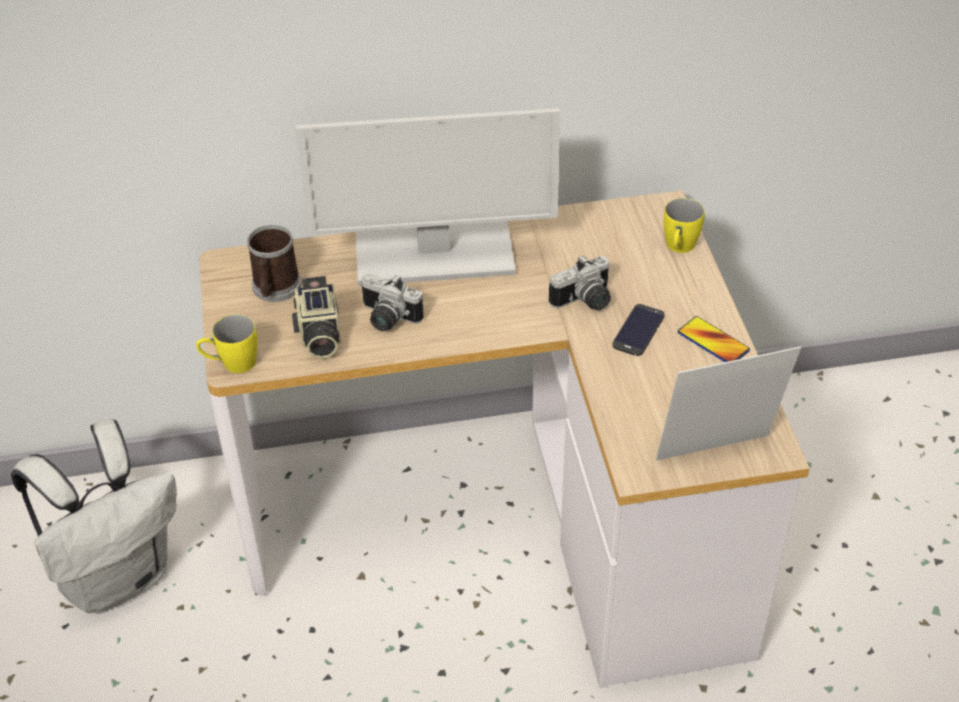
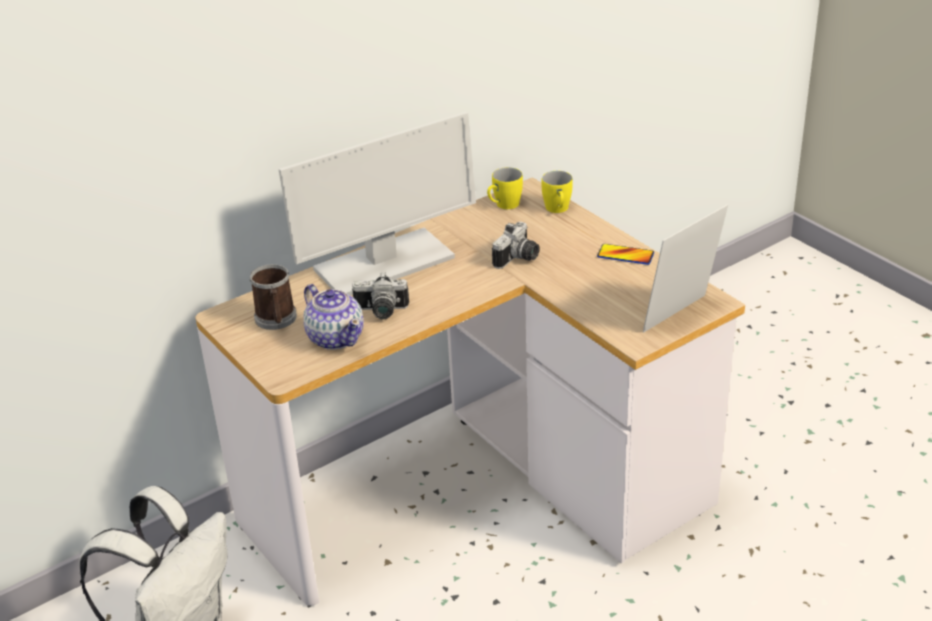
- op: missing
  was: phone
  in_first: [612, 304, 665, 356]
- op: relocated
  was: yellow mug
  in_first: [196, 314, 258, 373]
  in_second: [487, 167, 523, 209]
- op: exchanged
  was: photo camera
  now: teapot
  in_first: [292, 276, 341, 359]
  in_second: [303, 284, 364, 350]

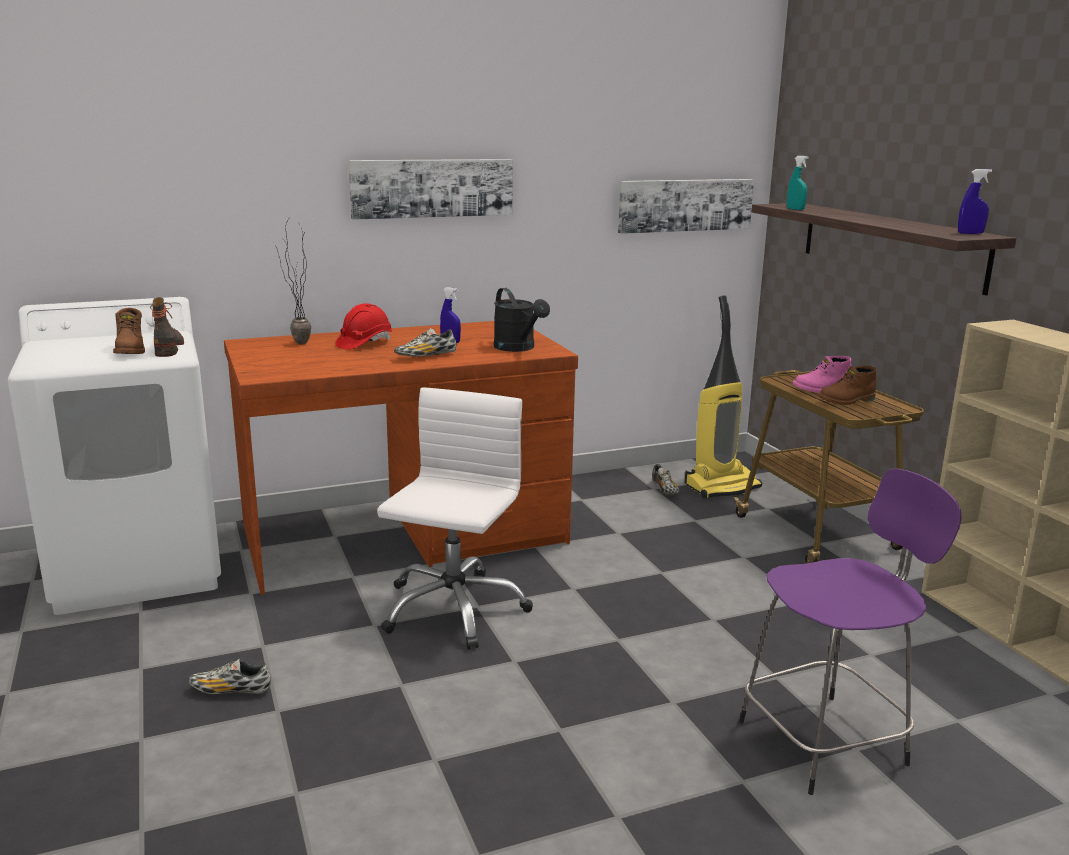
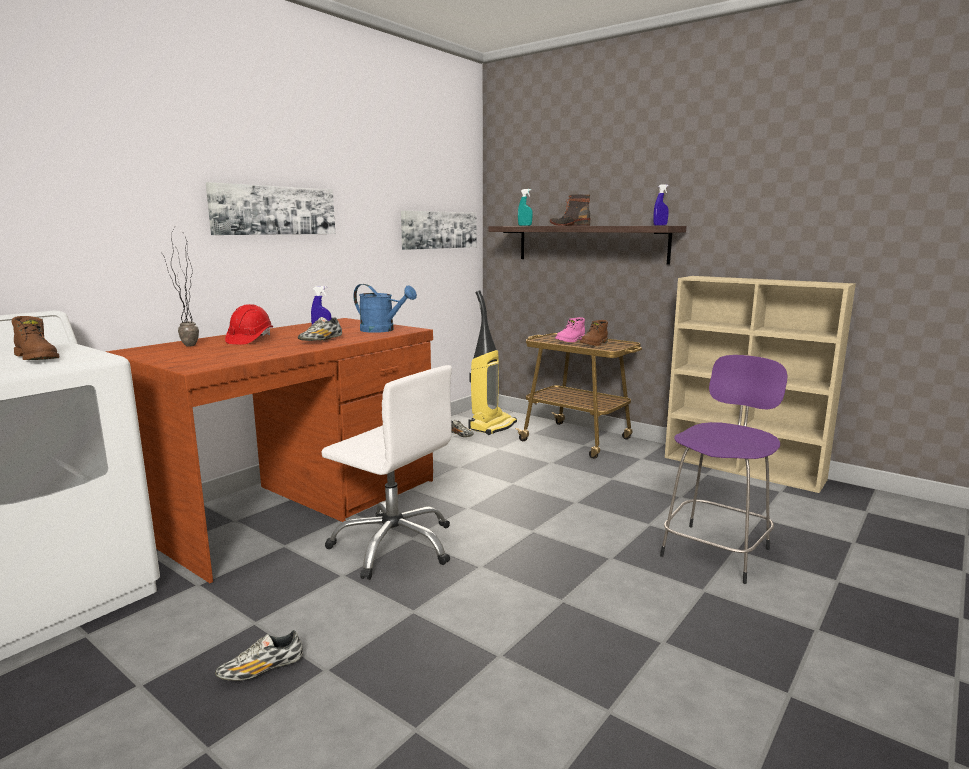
- op: relocated
  was: boot
  in_first: [150, 297, 184, 357]
  in_second: [550, 195, 590, 226]
- op: colour
  was: black watering can
  now: blue watering can
  in_first: [494, 288, 550, 352]
  in_second: [353, 284, 417, 333]
- op: spun
  was: white office chair
  in_first: [377, 387, 533, 649]
  in_second: [322, 365, 452, 580]
  clockwise: 135

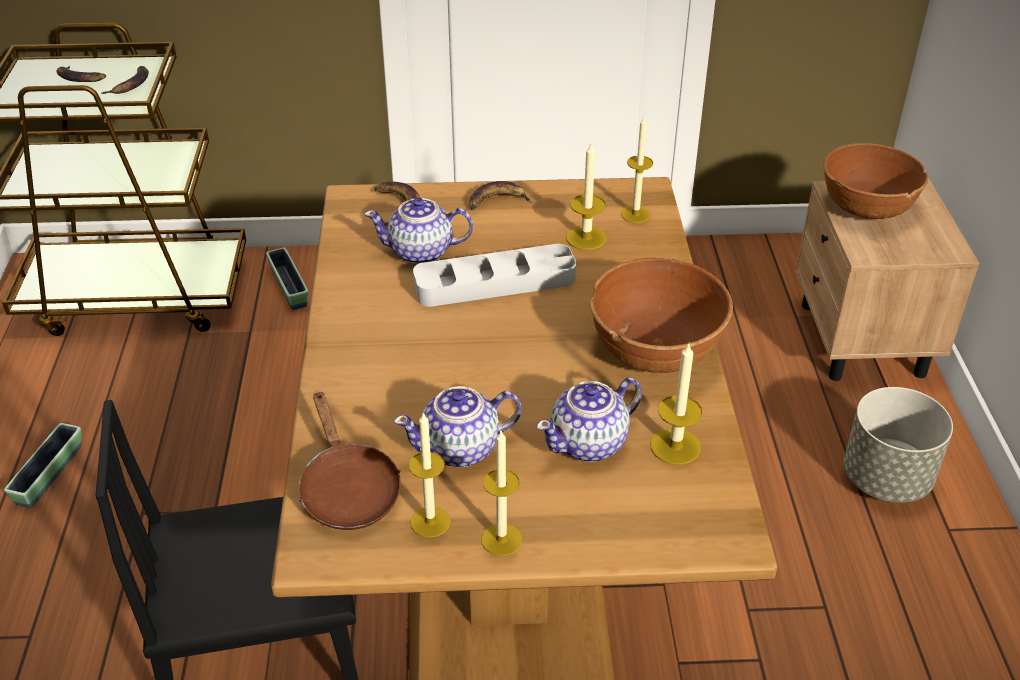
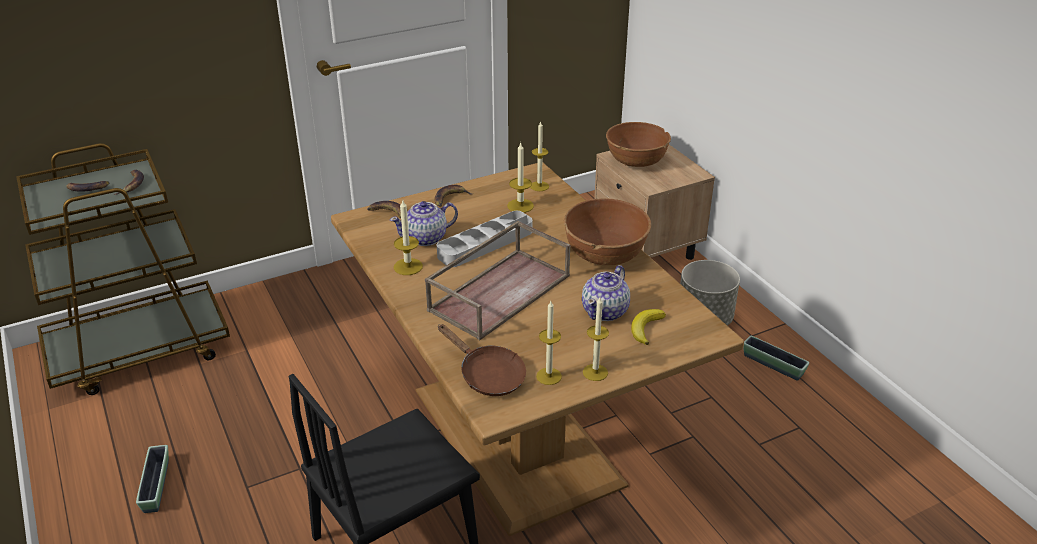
- op: missing
  was: teapot
  in_first: [394, 386, 522, 467]
- op: appeared
  now: brown tray
  in_second: [425, 221, 570, 340]
- op: appeared
  now: banana
  in_second: [631, 309, 666, 345]
- op: relocated
  was: planter
  in_first: [266, 248, 308, 310]
  in_second: [743, 336, 809, 380]
- op: relocated
  was: candle
  in_first: [650, 342, 702, 465]
  in_second: [394, 200, 423, 275]

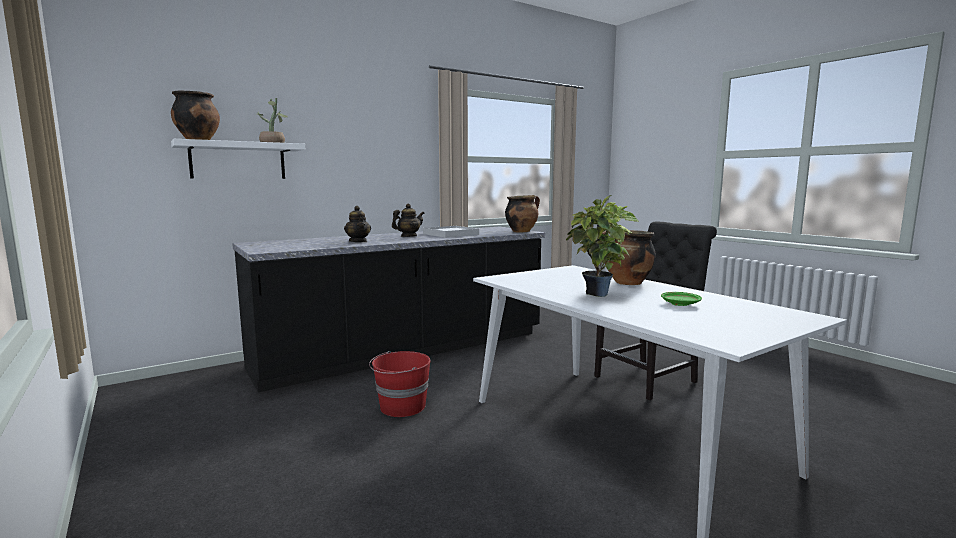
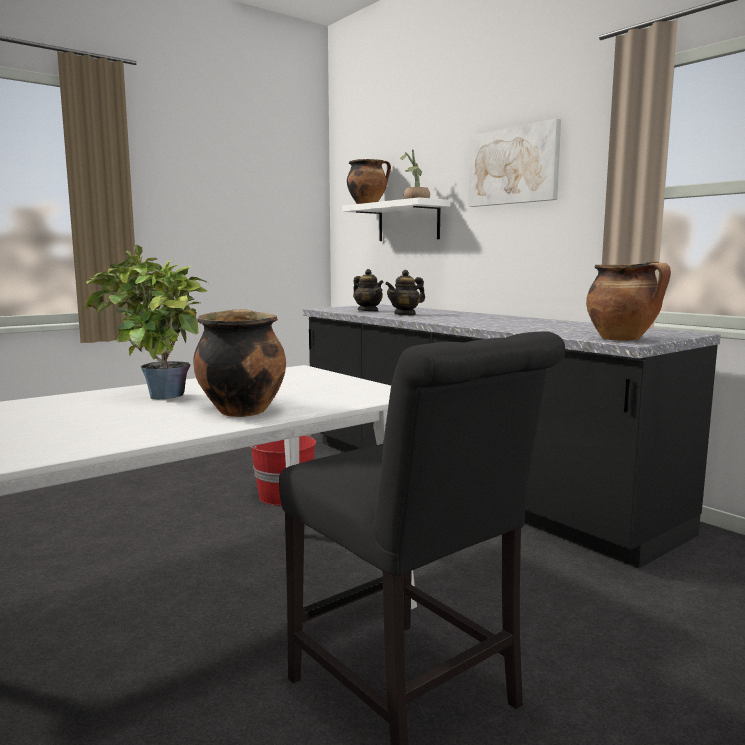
- op: missing
  was: white tray
  in_first: [423, 226, 479, 238]
- op: missing
  was: green plate
  in_first: [661, 292, 702, 306]
- op: appeared
  now: picture
  in_second: [468, 118, 561, 207]
- op: relocated
  was: teapot
  in_first: [392, 204, 424, 237]
  in_second: [353, 269, 383, 311]

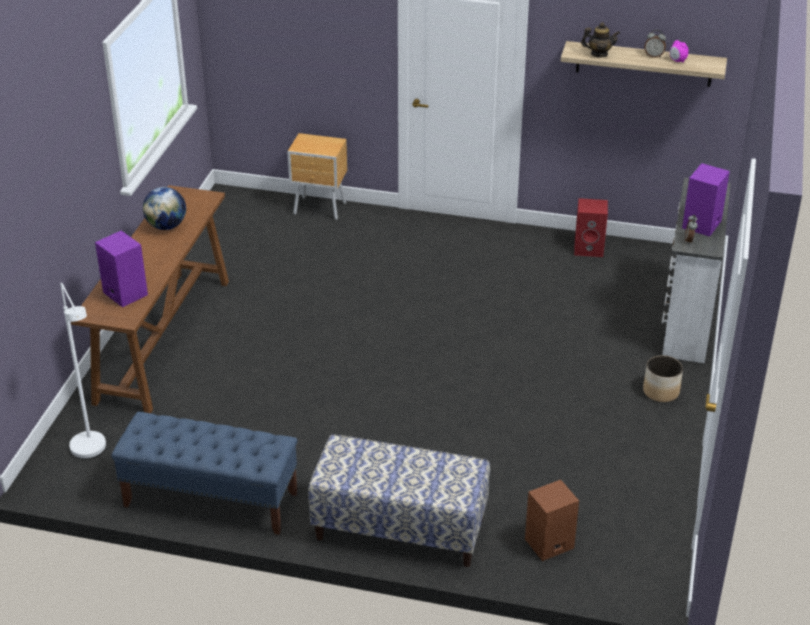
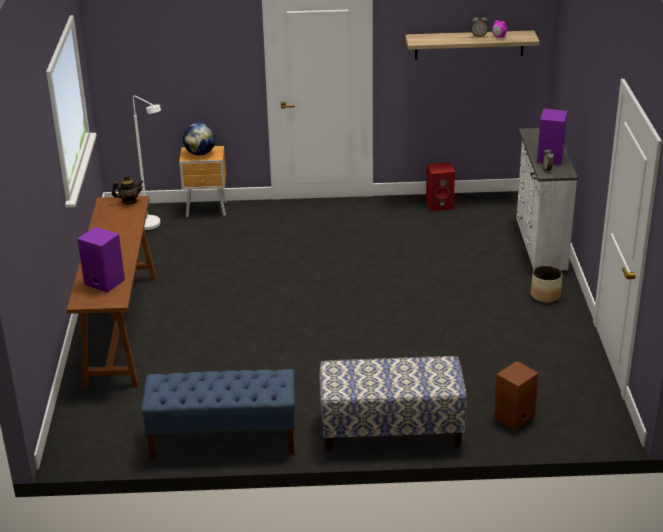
- op: relocated
  was: white floor lamp
  in_first: [60, 283, 106, 459]
  in_second: [133, 96, 161, 231]
- op: relocated
  was: globe
  in_first: [143, 187, 186, 230]
  in_second: [183, 123, 216, 155]
- op: relocated
  was: teapot
  in_first: [581, 22, 620, 57]
  in_second: [112, 175, 143, 205]

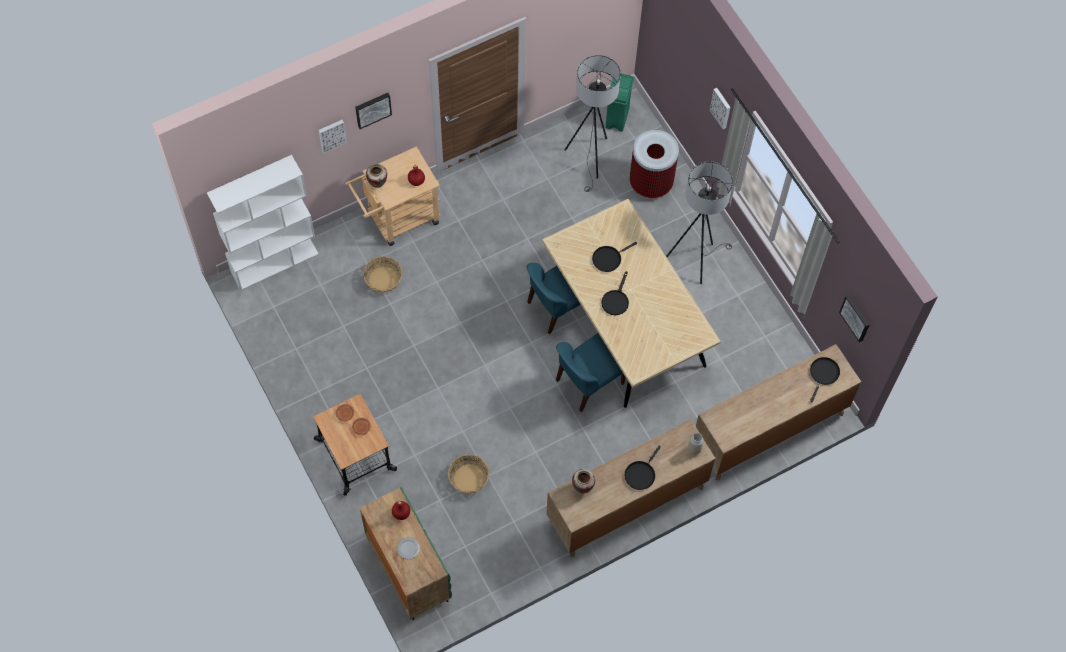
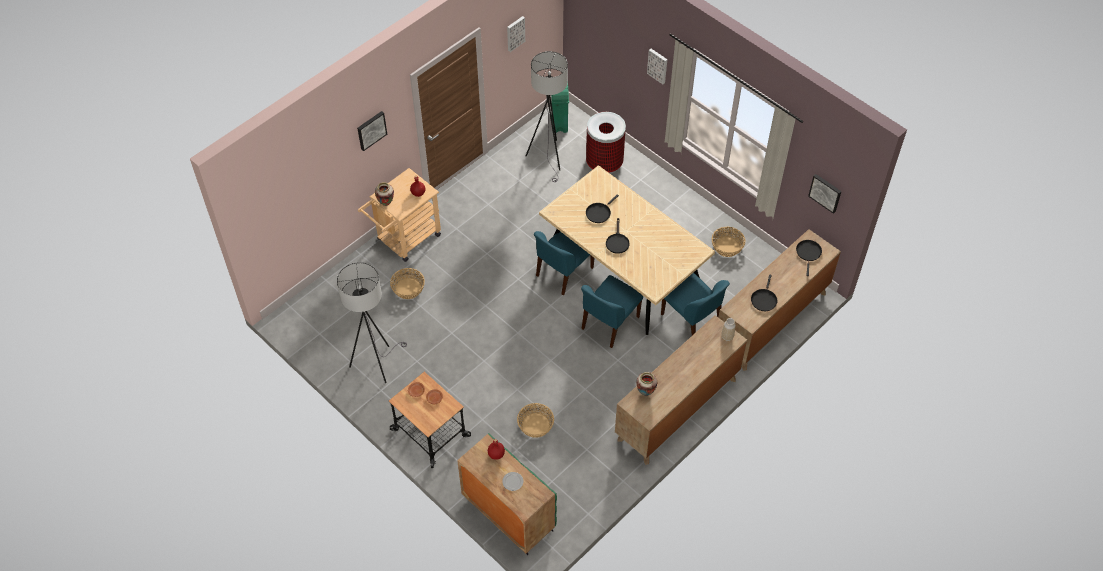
- op: missing
  was: white bookcase
  in_first: [207, 155, 319, 290]
- op: appeared
  now: blue chair
  in_second: [661, 273, 730, 335]
- op: appeared
  now: basket
  in_second: [712, 227, 745, 257]
- op: relocated
  was: picture
  in_first: [319, 120, 347, 153]
  in_second: [507, 16, 525, 52]
- op: relocated
  was: black frying pan
  in_first: [625, 446, 661, 490]
  in_second: [751, 274, 777, 311]
- op: relocated
  was: grey floor lamp
  in_first: [667, 161, 733, 284]
  in_second: [337, 262, 407, 383]

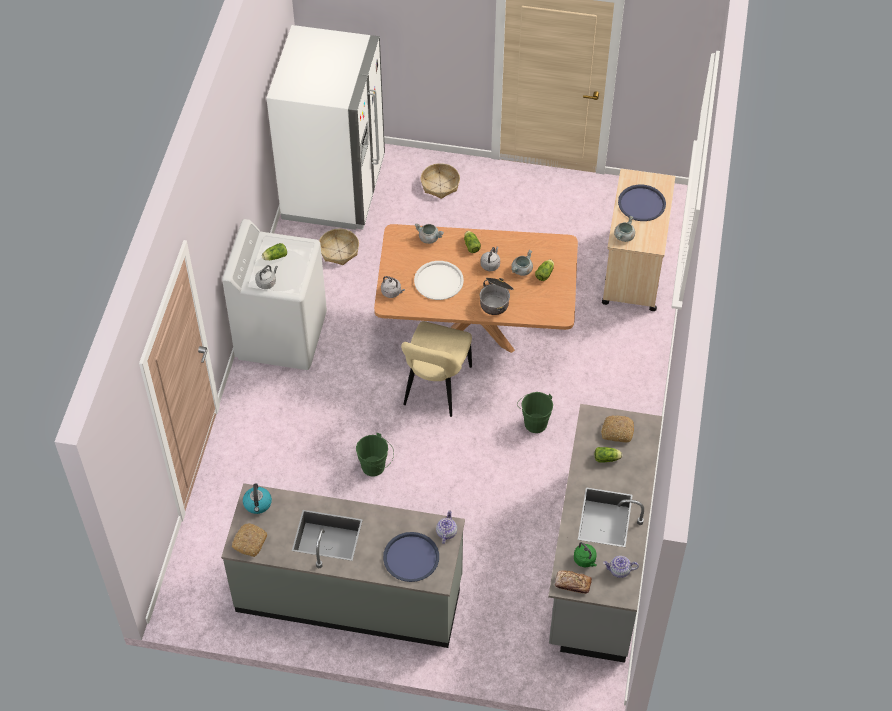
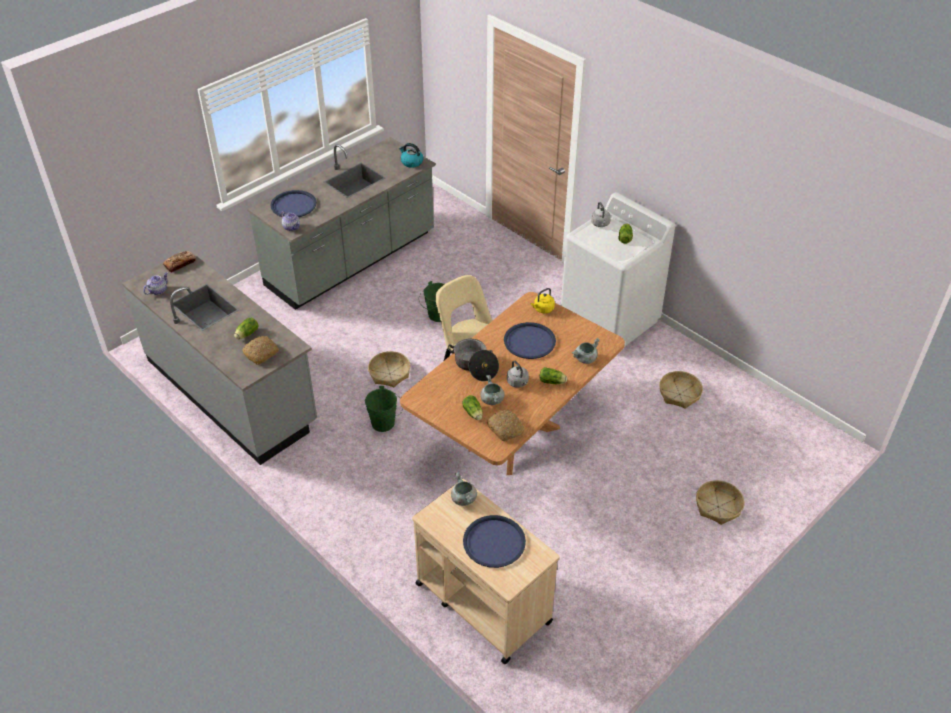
- op: missing
  was: white fridge
  in_first: [266, 25, 385, 230]
- op: missing
  was: green kettle
  in_first: [574, 542, 597, 567]
- op: appeared
  now: basket
  in_second: [368, 351, 410, 387]
- op: relocated
  was: bread
  in_first: [232, 523, 267, 557]
  in_second: [487, 410, 525, 441]
- op: colour
  was: grey kettle
  now: yellow kettle
  in_first: [381, 276, 405, 298]
  in_second: [530, 288, 555, 313]
- op: colour
  was: white tray
  now: blue tray
  in_first: [414, 261, 464, 300]
  in_second: [504, 322, 556, 359]

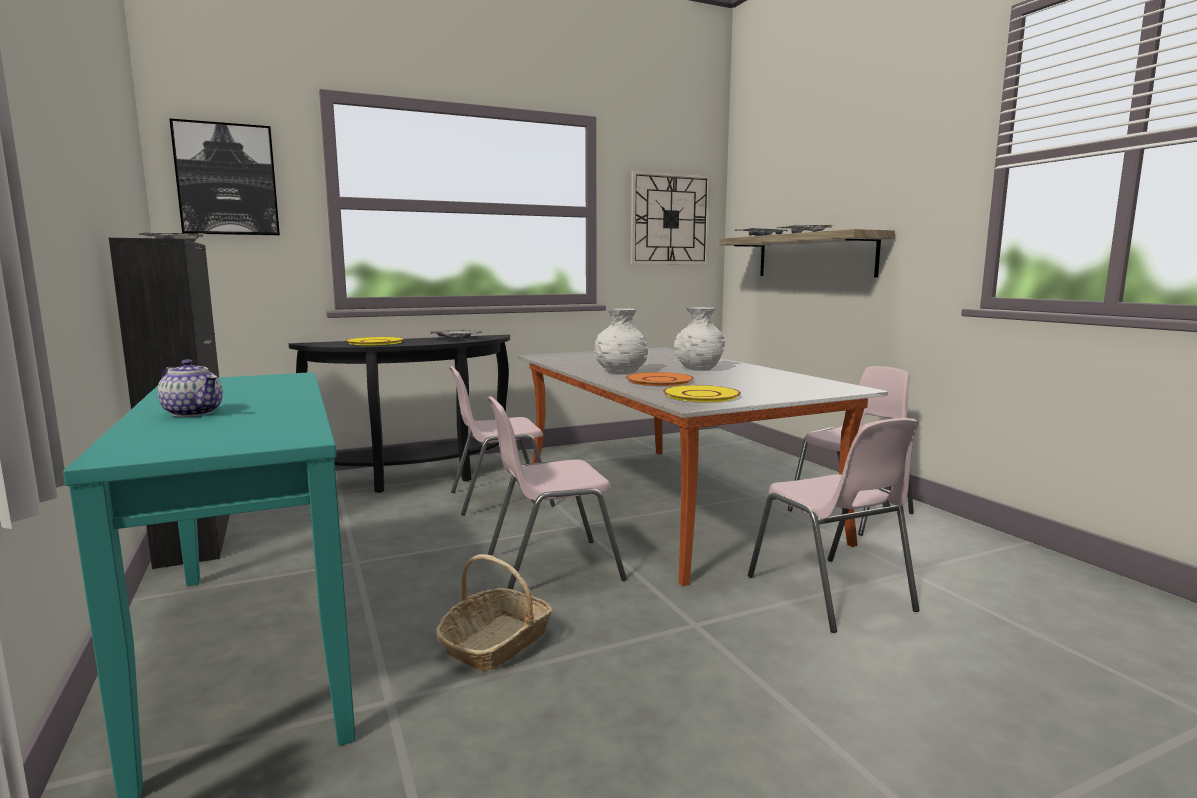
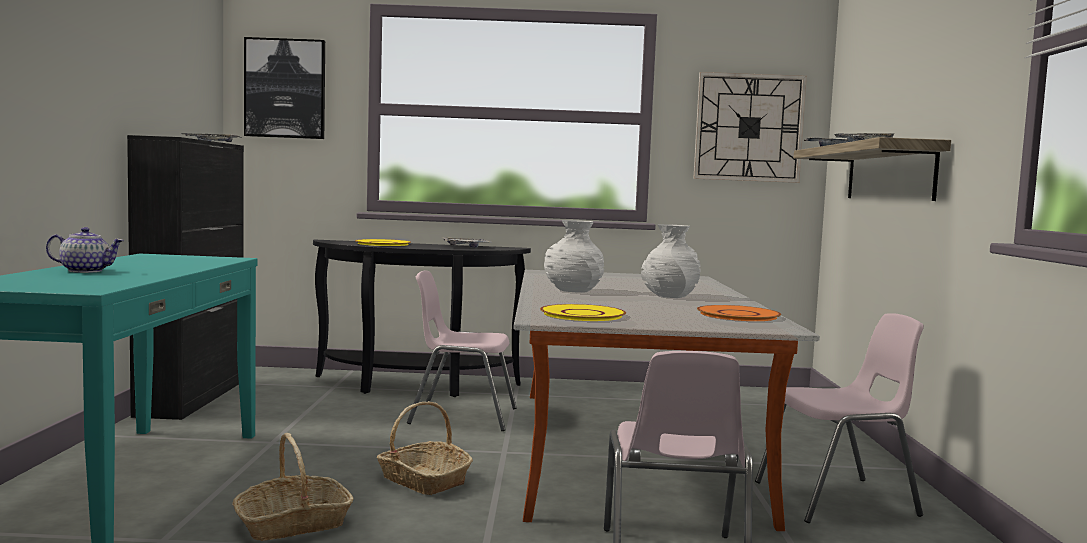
- op: relocated
  was: orange plate
  in_first: [626, 372, 694, 386]
  in_second: [697, 305, 781, 321]
- op: exchanged
  was: pink chair
  now: basket
  in_first: [487, 396, 627, 590]
  in_second: [377, 401, 473, 495]
- op: spun
  was: teapot
  in_first: [158, 359, 223, 417]
  in_second: [46, 227, 124, 273]
  clockwise: -60

